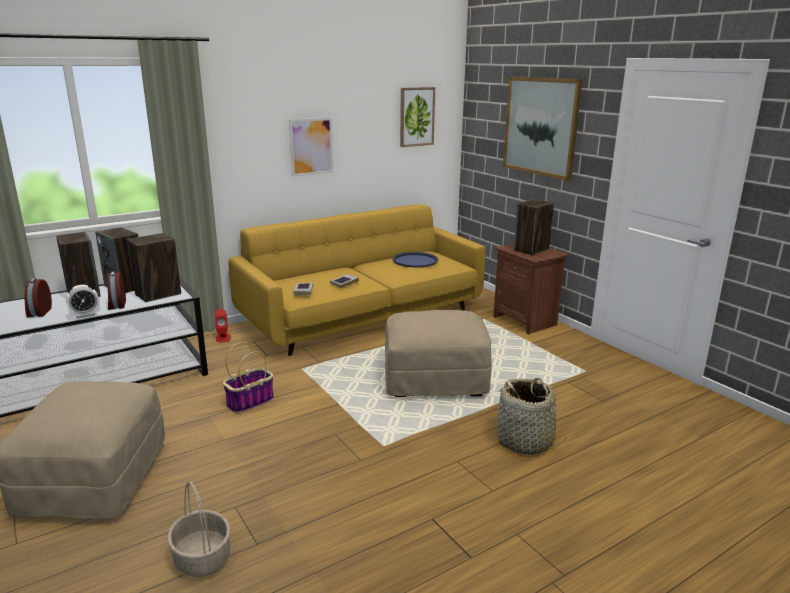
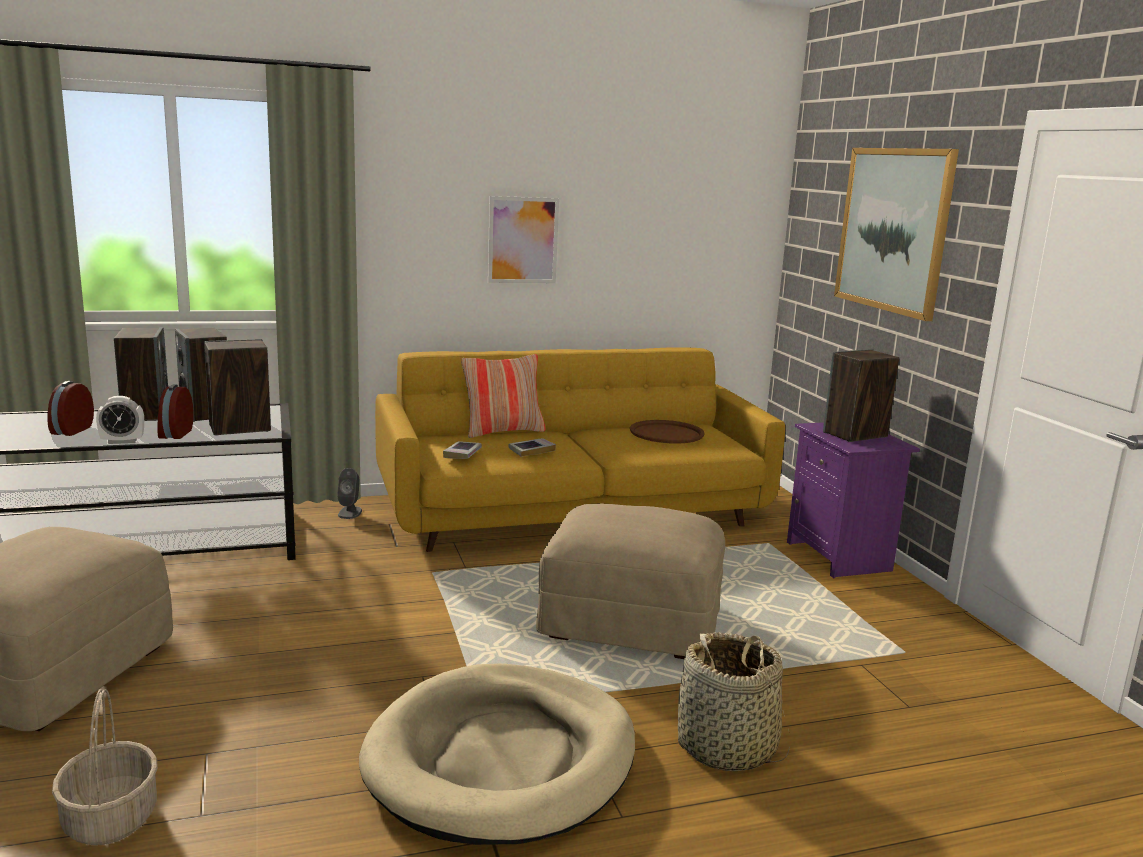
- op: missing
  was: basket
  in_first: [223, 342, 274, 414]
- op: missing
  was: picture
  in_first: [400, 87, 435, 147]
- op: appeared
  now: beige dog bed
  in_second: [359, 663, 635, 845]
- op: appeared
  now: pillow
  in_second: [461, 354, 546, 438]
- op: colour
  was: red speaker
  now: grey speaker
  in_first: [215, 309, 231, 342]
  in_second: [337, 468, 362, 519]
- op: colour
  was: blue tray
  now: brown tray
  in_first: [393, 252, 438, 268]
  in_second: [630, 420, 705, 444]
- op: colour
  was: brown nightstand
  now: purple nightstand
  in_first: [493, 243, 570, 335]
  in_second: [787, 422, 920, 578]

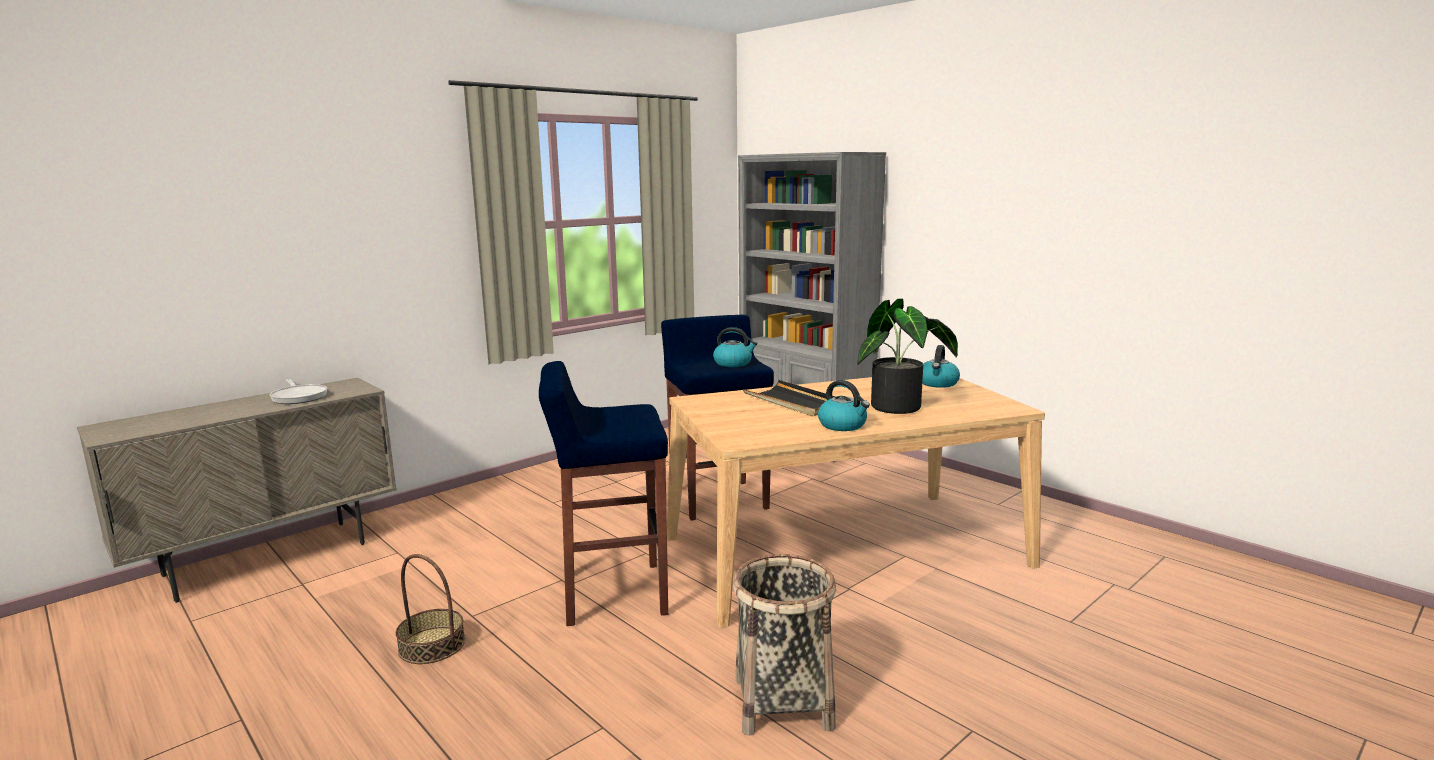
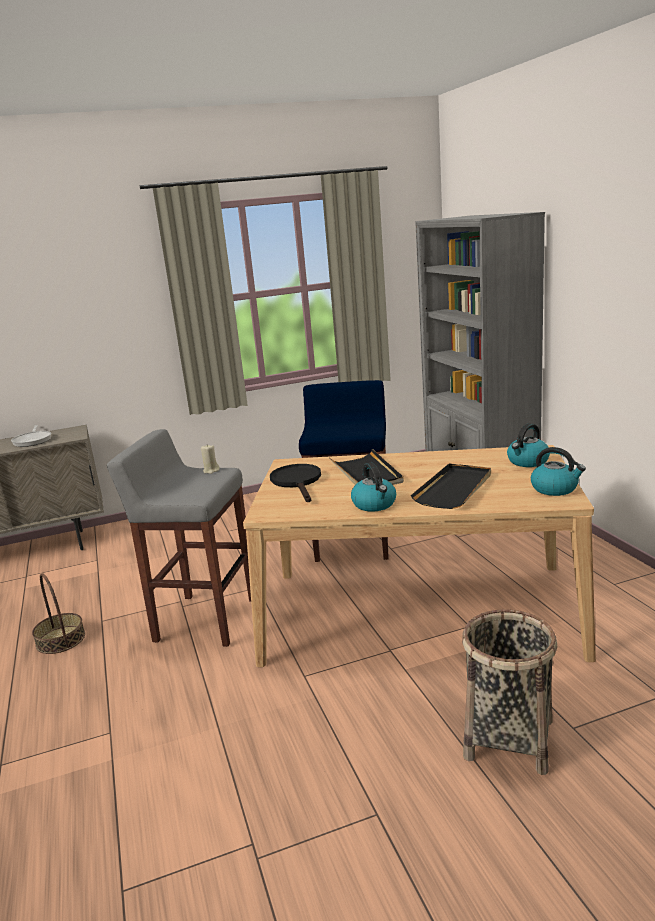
- op: appeared
  now: beige candle
  in_second: [201, 445, 220, 474]
- op: appeared
  now: black frying pan
  in_second: [270, 464, 321, 502]
- op: relocated
  was: kettle
  in_first: [713, 327, 758, 367]
  in_second: [531, 447, 586, 496]
- op: relocated
  was: basket
  in_first: [733, 554, 836, 736]
  in_second: [462, 609, 557, 775]
- op: exchanged
  was: potted plant
  now: black tray
  in_first: [857, 299, 958, 414]
  in_second: [411, 464, 491, 509]
- op: colour
  was: blue stool
  now: grey stool
  in_first: [539, 361, 668, 626]
  in_second: [107, 429, 251, 647]

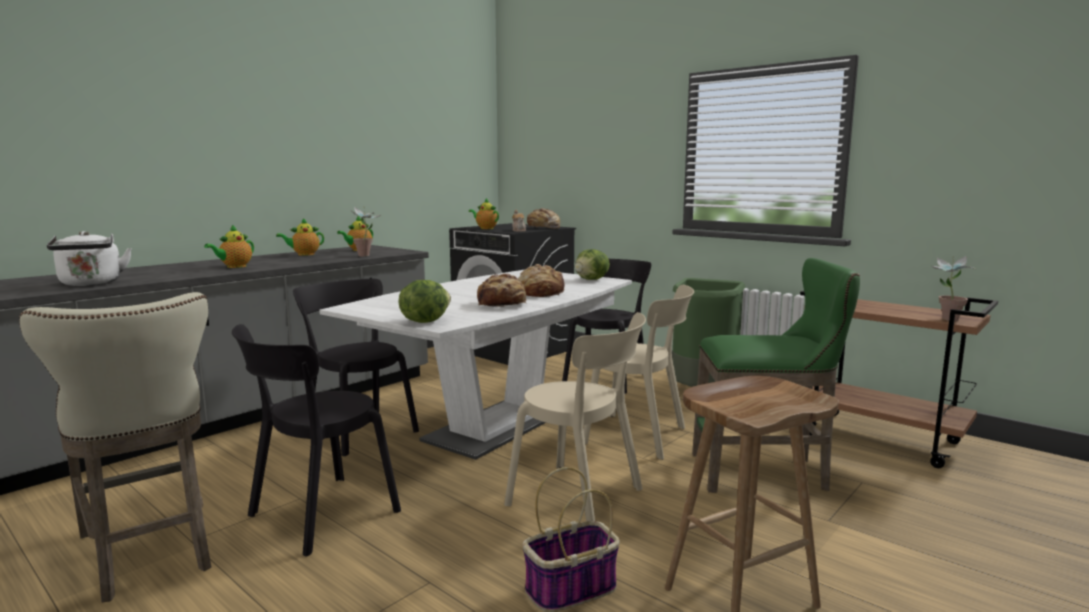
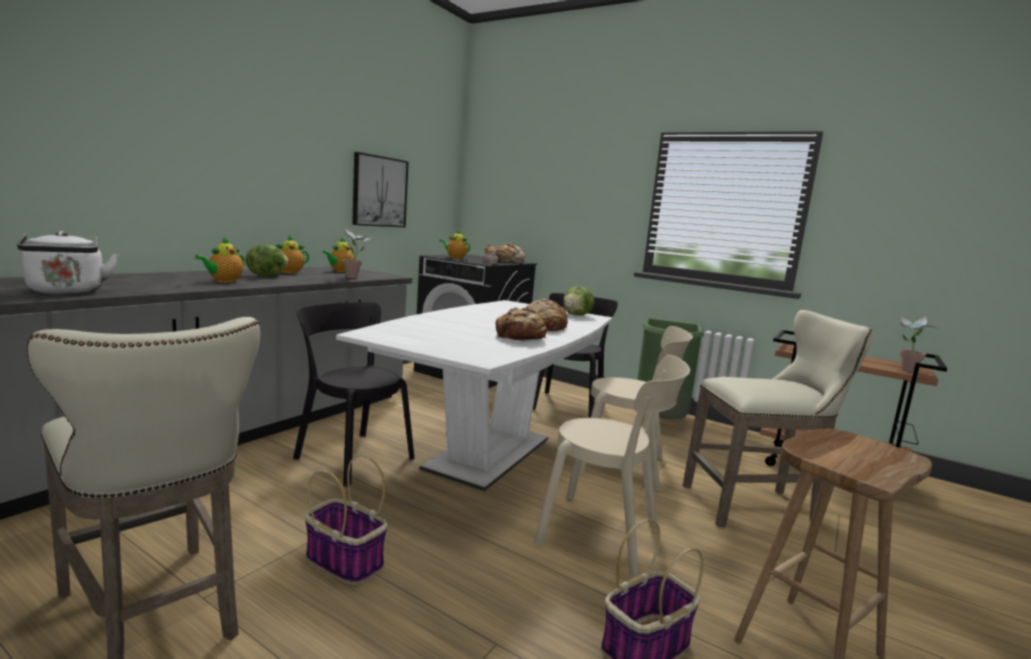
- op: appeared
  now: picture
  in_second: [352, 152, 409, 227]
- op: relocated
  was: lettuce
  in_first: [398, 280, 451, 323]
  in_second: [245, 244, 289, 276]
- op: exchanged
  was: black chair
  now: basket
  in_first: [232, 324, 401, 557]
  in_second: [305, 454, 387, 585]
- op: colour
  was: green stool
  now: beige stool
  in_first: [692, 258, 860, 493]
  in_second: [683, 310, 872, 527]

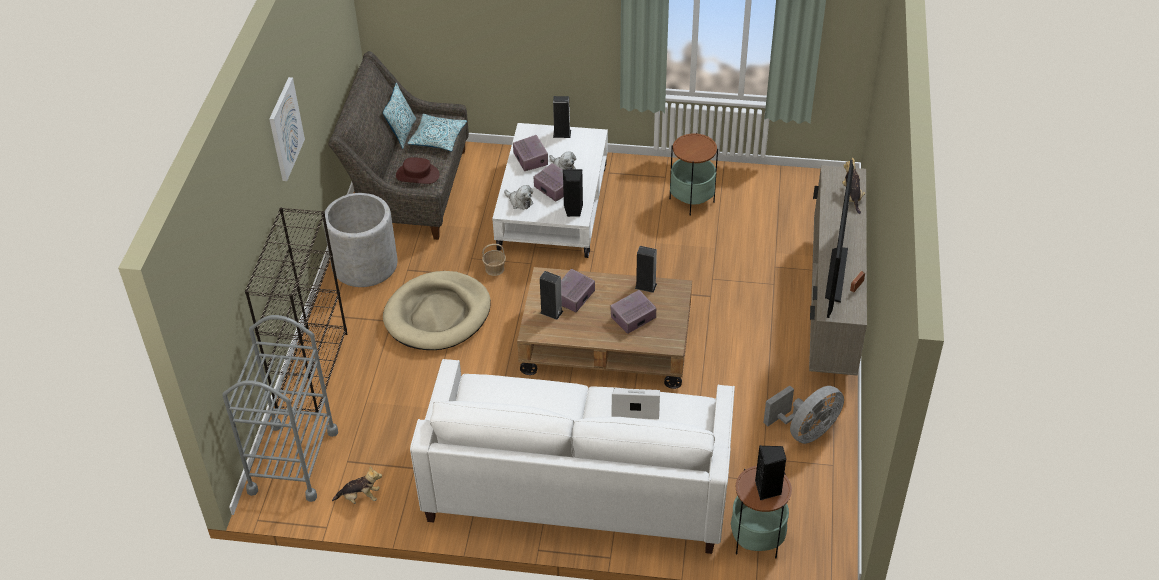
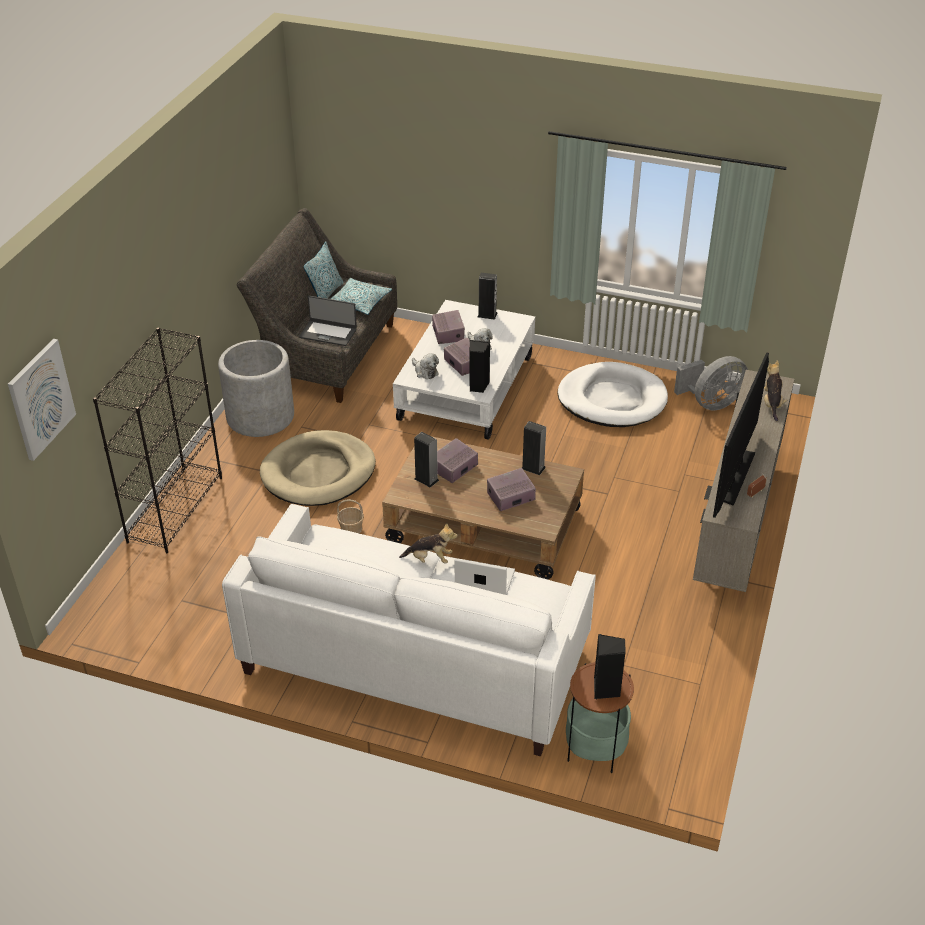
- op: missing
  was: grey cart
  in_first: [222, 315, 338, 502]
- op: relocated
  was: picture
  in_first: [269, 77, 305, 181]
  in_second: [8, 339, 76, 461]
- op: relocated
  was: plush toy
  in_first: [332, 466, 382, 504]
  in_second: [399, 522, 458, 563]
- op: relocated
  was: basket
  in_first: [482, 244, 506, 276]
  in_second: [337, 499, 364, 534]
- op: relocated
  was: grey fan
  in_first: [763, 385, 844, 444]
  in_second: [674, 356, 748, 411]
- op: exchanged
  was: brown hat
  now: laptop
  in_first: [396, 157, 439, 184]
  in_second: [299, 296, 357, 346]
- op: exchanged
  was: side table
  now: white dog bed
  in_first: [669, 133, 718, 216]
  in_second: [558, 362, 668, 427]

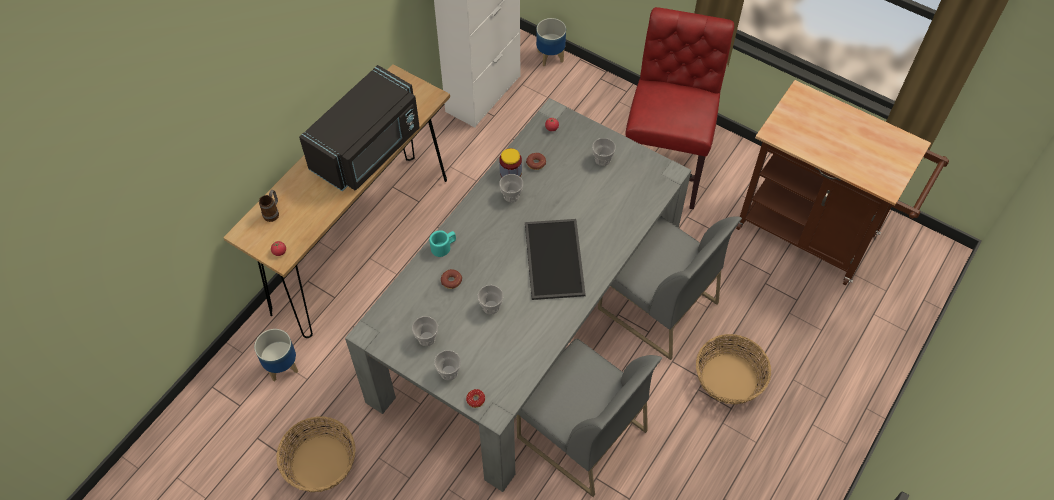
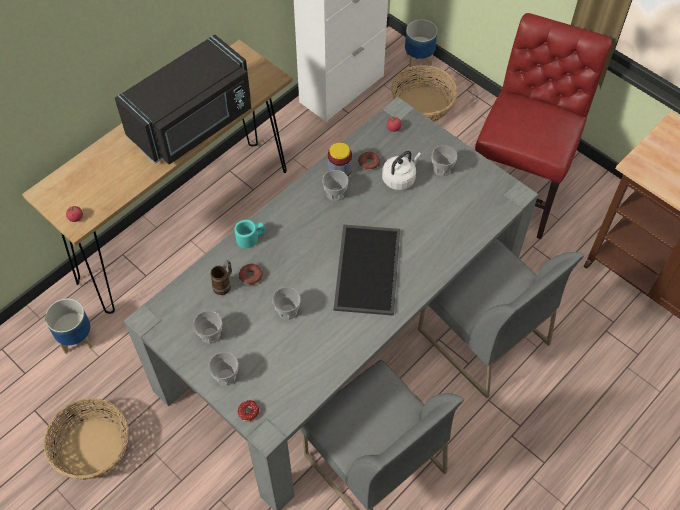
- op: appeared
  now: white kettle
  in_second: [382, 151, 421, 190]
- op: relocated
  was: mug
  in_first: [259, 190, 279, 222]
  in_second: [210, 260, 232, 295]
- op: relocated
  was: basket
  in_first: [696, 334, 771, 405]
  in_second: [391, 65, 458, 122]

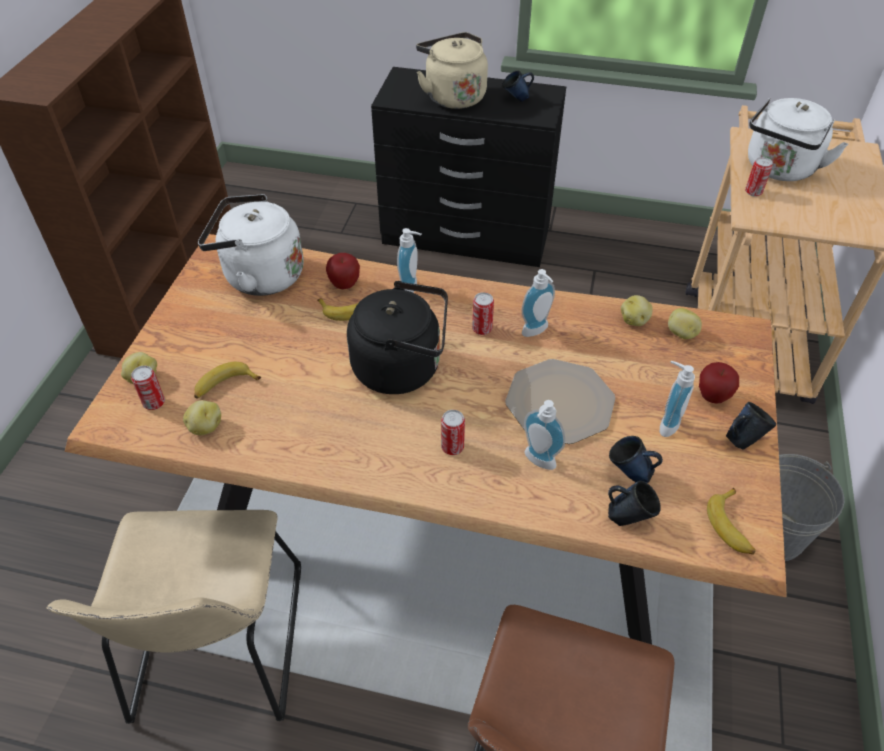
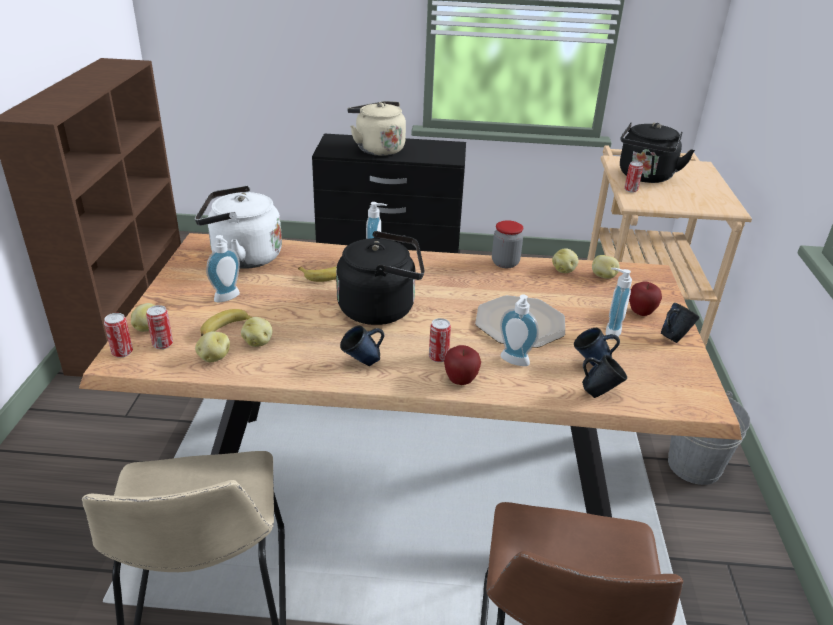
- op: missing
  was: banana
  in_first: [707, 488, 756, 555]
- op: appeared
  now: potato
  in_second: [241, 317, 273, 347]
- op: appeared
  now: jar
  in_second: [492, 220, 523, 268]
- op: relocated
  was: apple
  in_first: [326, 253, 360, 289]
  in_second: [444, 345, 481, 385]
- op: relocated
  was: can
  in_first: [472, 292, 494, 335]
  in_second: [104, 313, 133, 358]
- op: relocated
  was: blue mug
  in_first: [503, 70, 534, 102]
  in_second: [340, 326, 384, 366]
- op: relocated
  was: soap dispenser
  in_first: [521, 269, 555, 337]
  in_second: [206, 235, 240, 302]
- op: colour
  was: white kettle
  now: black kettle
  in_first: [748, 98, 848, 181]
  in_second: [620, 122, 695, 183]

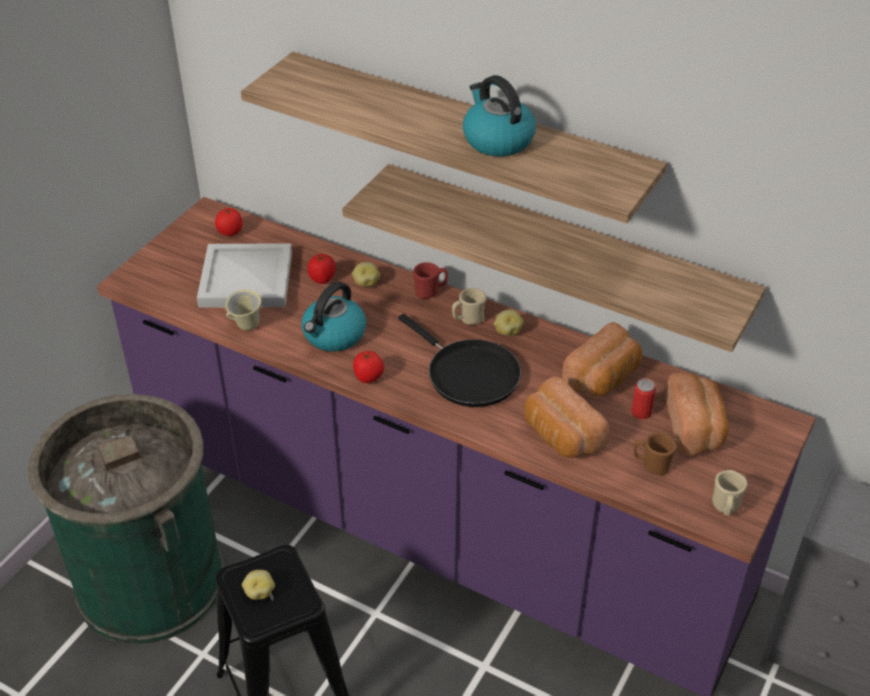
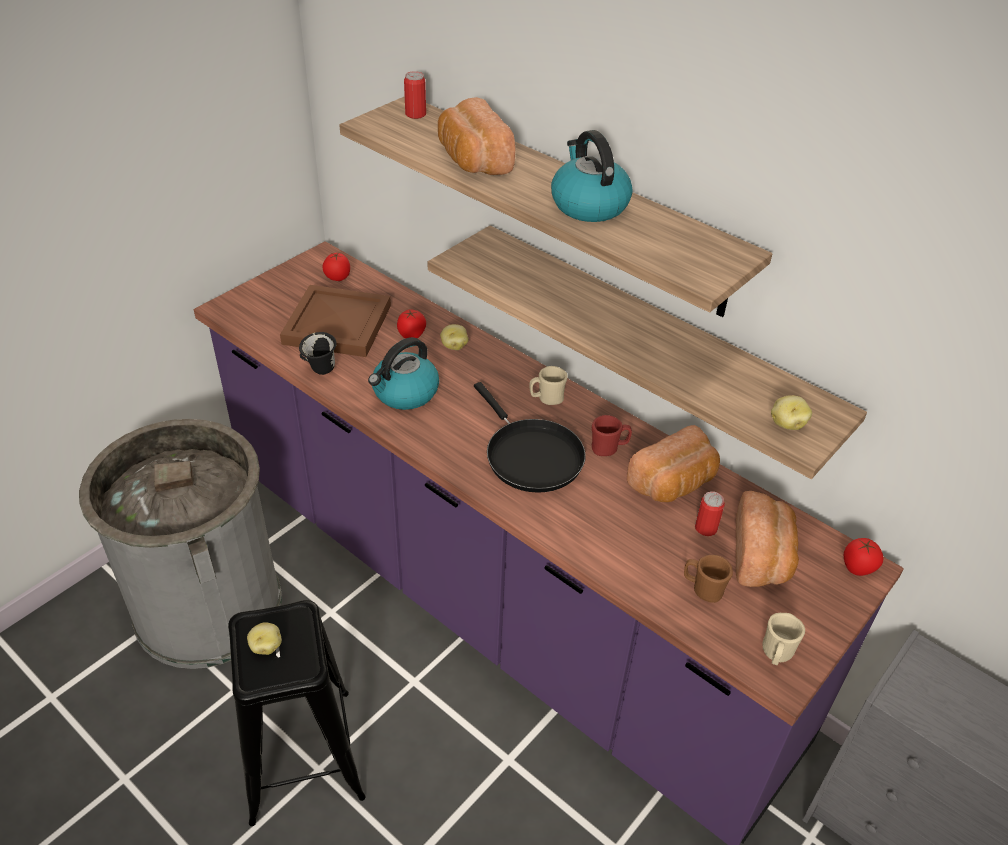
- op: appeared
  now: can
  in_second: [404, 71, 426, 119]
- op: relocated
  was: tomato
  in_first: [353, 351, 384, 383]
  in_second: [844, 538, 883, 576]
- op: relocated
  was: red mug
  in_first: [413, 262, 448, 299]
  in_second: [592, 415, 632, 456]
- op: relocated
  was: potato
  in_first: [494, 310, 524, 336]
  in_second: [771, 395, 812, 430]
- op: relocated
  was: bread
  in_first: [524, 376, 610, 458]
  in_second: [438, 97, 516, 175]
- op: colour
  was: green trash can
  now: grey trash can
  in_first: [28, 394, 224, 644]
  in_second: [79, 419, 282, 669]
- op: colour
  was: white tray
  now: brown tray
  in_first: [197, 243, 292, 308]
  in_second: [280, 285, 391, 357]
- op: colour
  was: beige mug
  now: black mug
  in_first: [225, 289, 261, 331]
  in_second: [299, 332, 337, 375]

